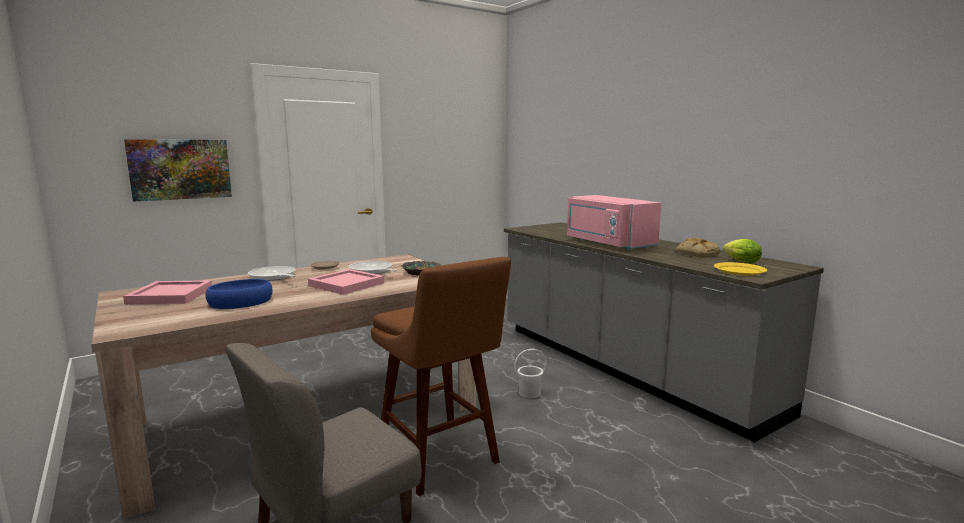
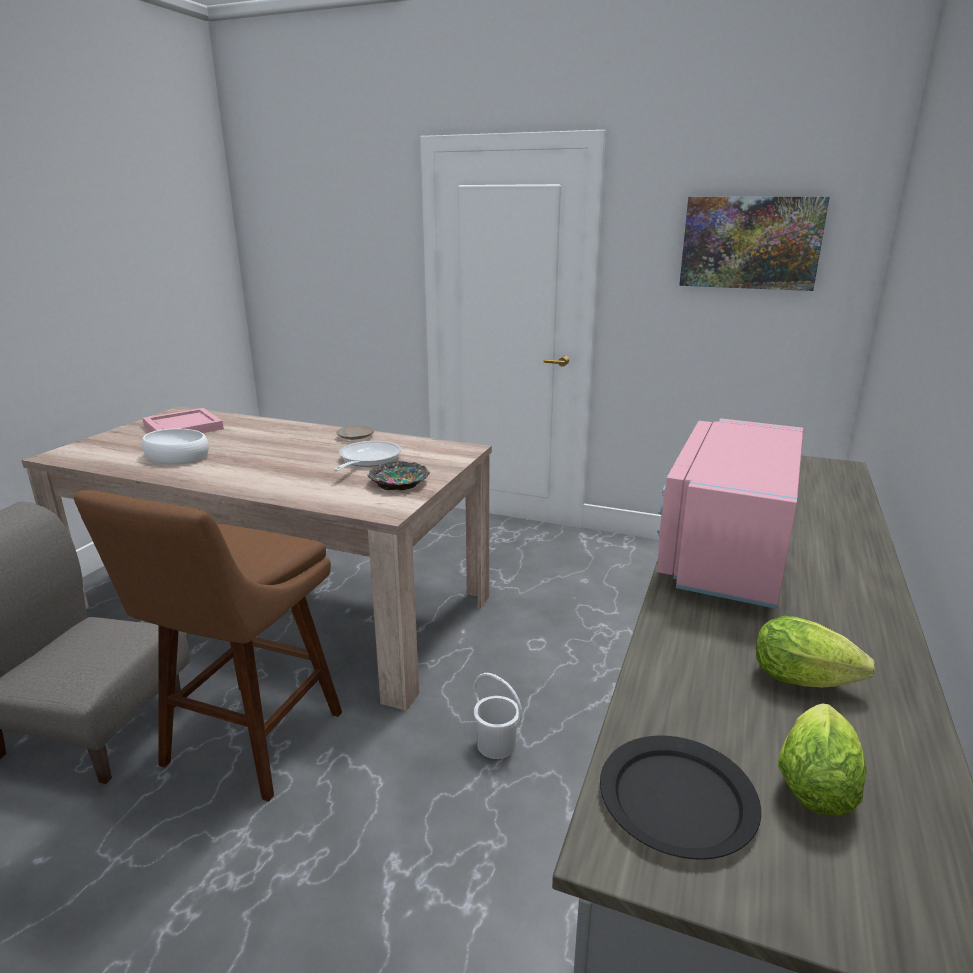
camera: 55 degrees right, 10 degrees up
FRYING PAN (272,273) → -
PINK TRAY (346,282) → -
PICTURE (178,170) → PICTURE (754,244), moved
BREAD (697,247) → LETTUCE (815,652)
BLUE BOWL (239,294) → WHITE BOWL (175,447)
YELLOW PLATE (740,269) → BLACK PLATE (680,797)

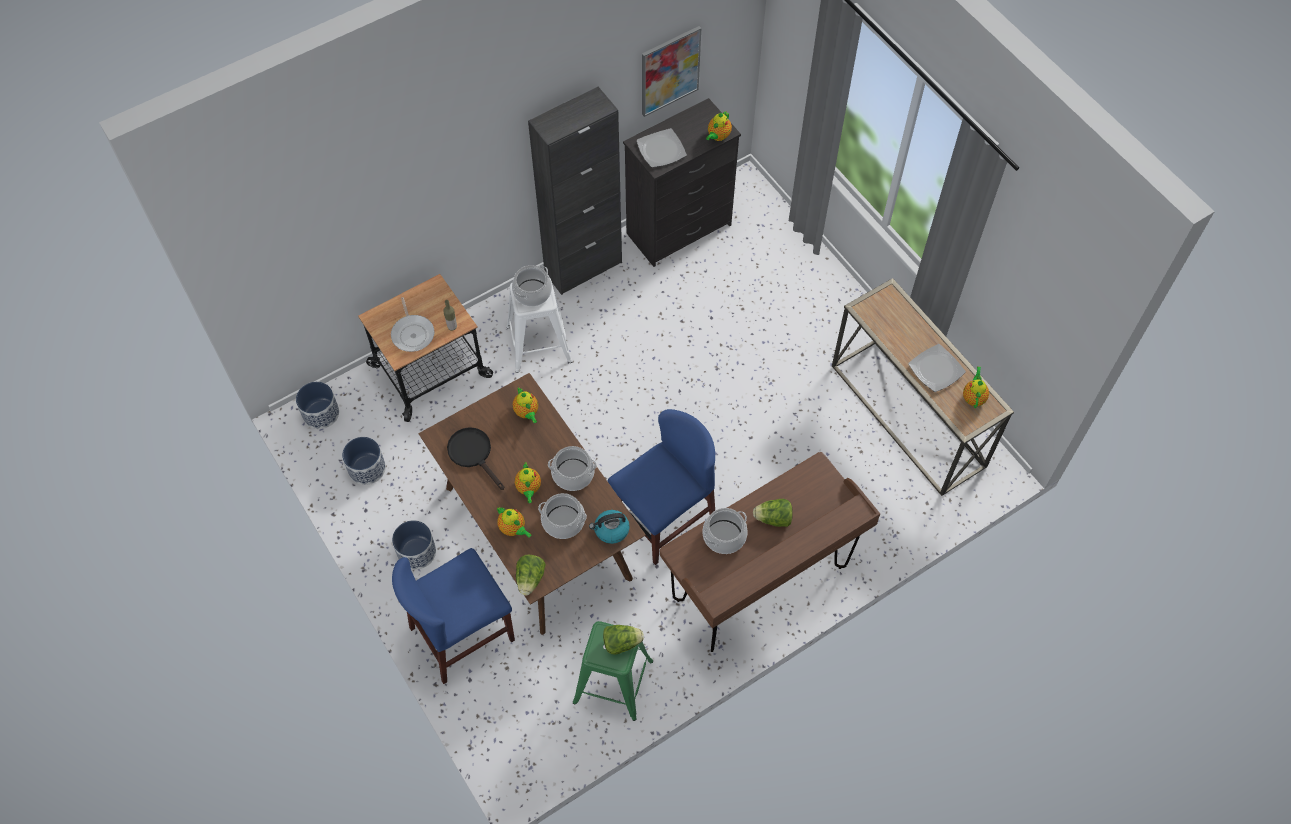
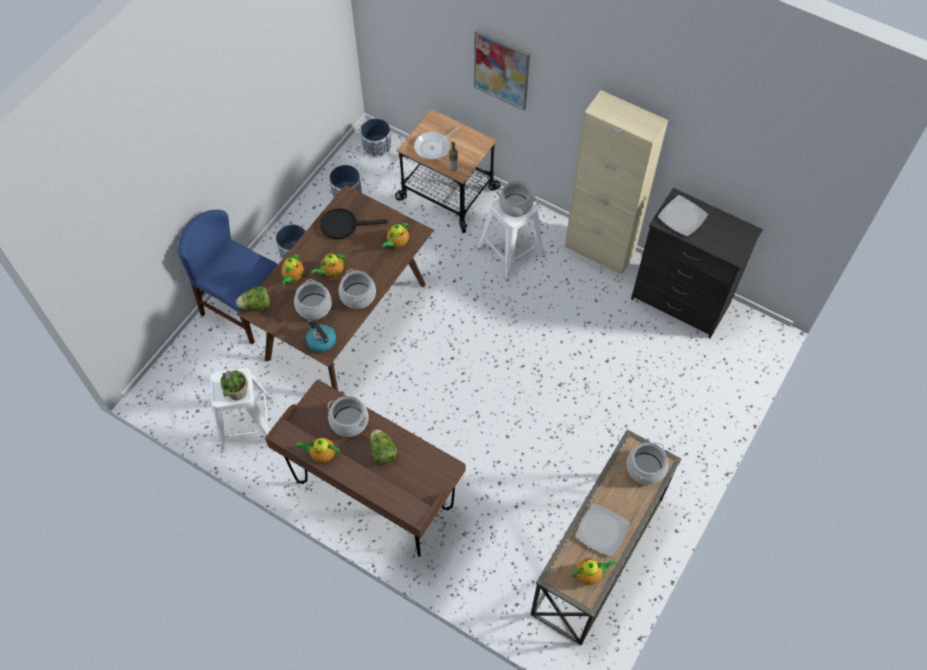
camera: 65 degrees right, 0 degrees up
BLUE CHAIR (661,487) → -
- → COOKING POT (647,463)
PICTURE (671,71) → PICTURE (502,70), moved
TEAPOT (719,126) → TEAPOT (318,450), moved
LETTUCE (623,640) → POTTED PLANT (234,385)
BLACK CABINET (575,191) → BEIGE CABINET (616,182)
GREEN STOOL (613,671) → WHITE STOOL (241,409)
BLACK FRYING PAN (475,458) → BLACK FRYING PAN (354,223), 120 degrees counterclockwise

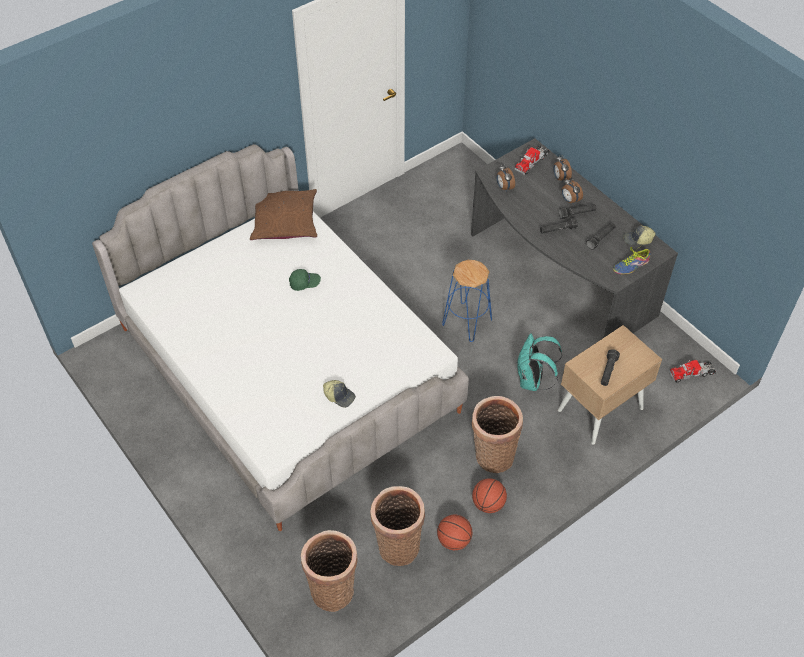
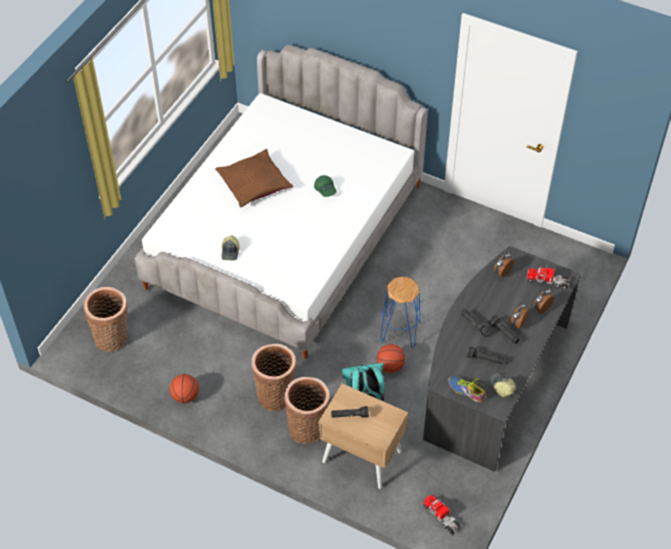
camera: 65 degrees right, 0 degrees up
BROWN PILLOW (283,214) → BROWN PILLOW (254,178), moved
BASKET (397,526) → BASKET (307,410), moved
BASKETBALL (489,495) → BASKETBALL (391,358), moved

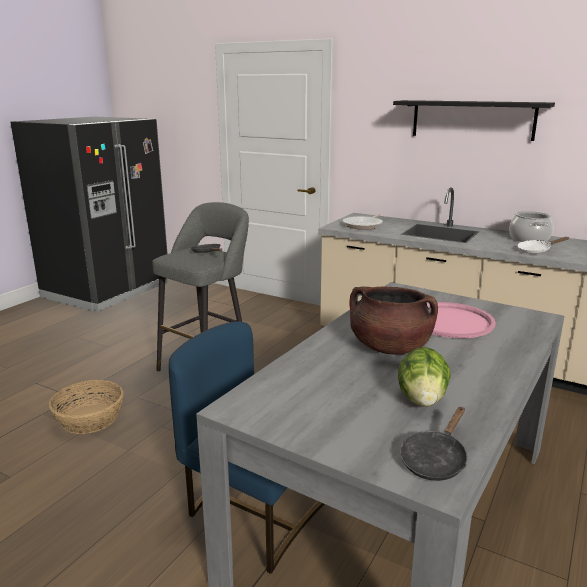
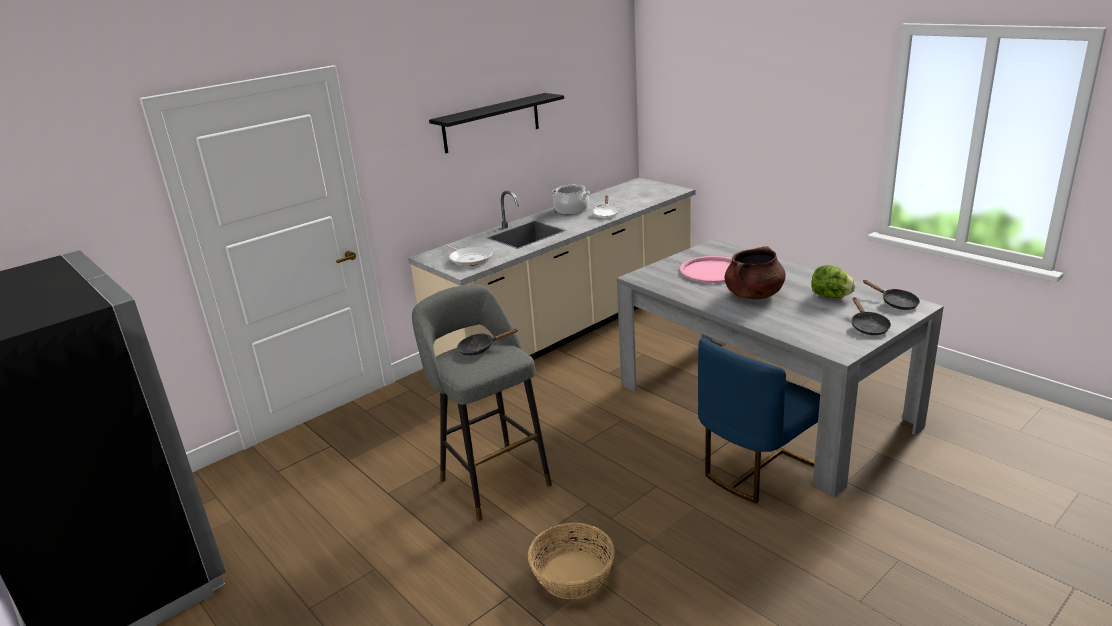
camera: 70 degrees left, 5 degrees up
- → BLACK FRYING PAN (871,316)

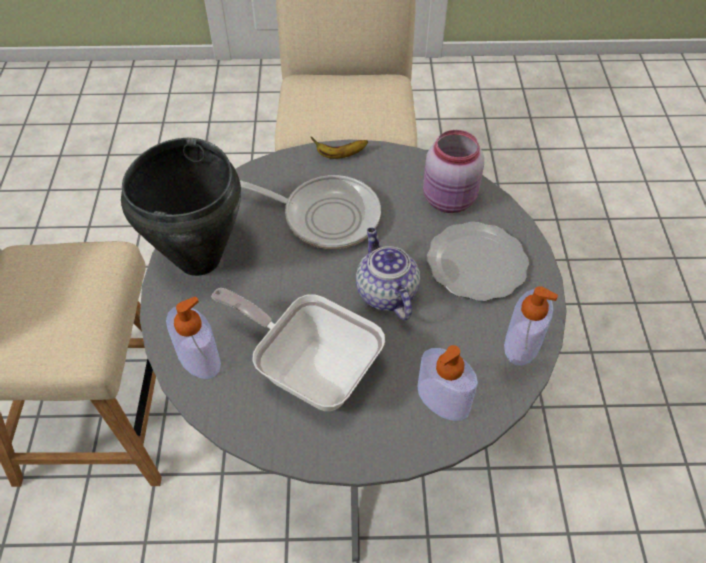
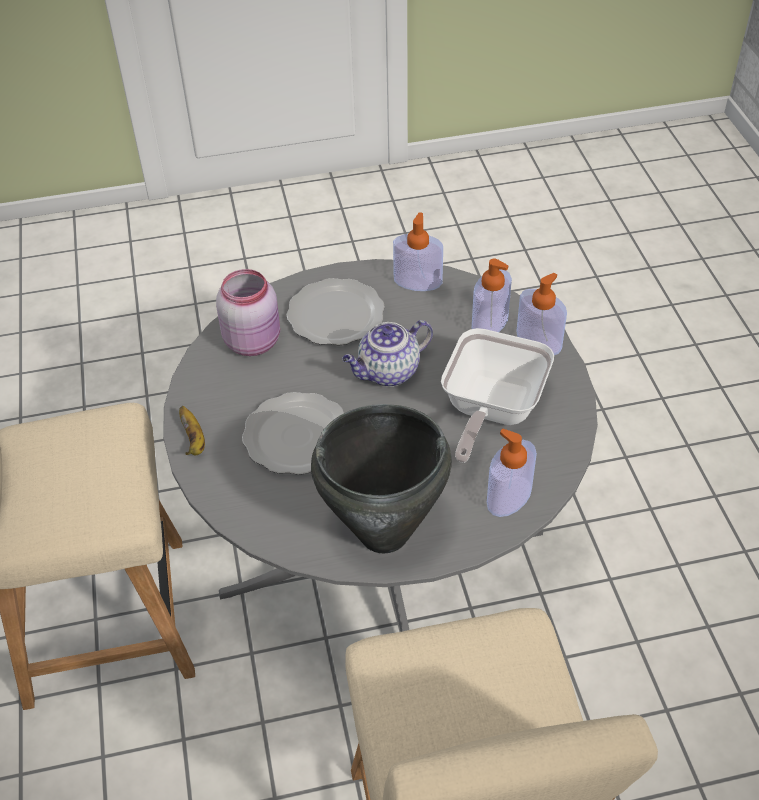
camera: 100 degrees left, 5 degrees down
- → SOAP DISPENSER (542,314)
FRYING PAN (310,212) → PLATE (293,433)

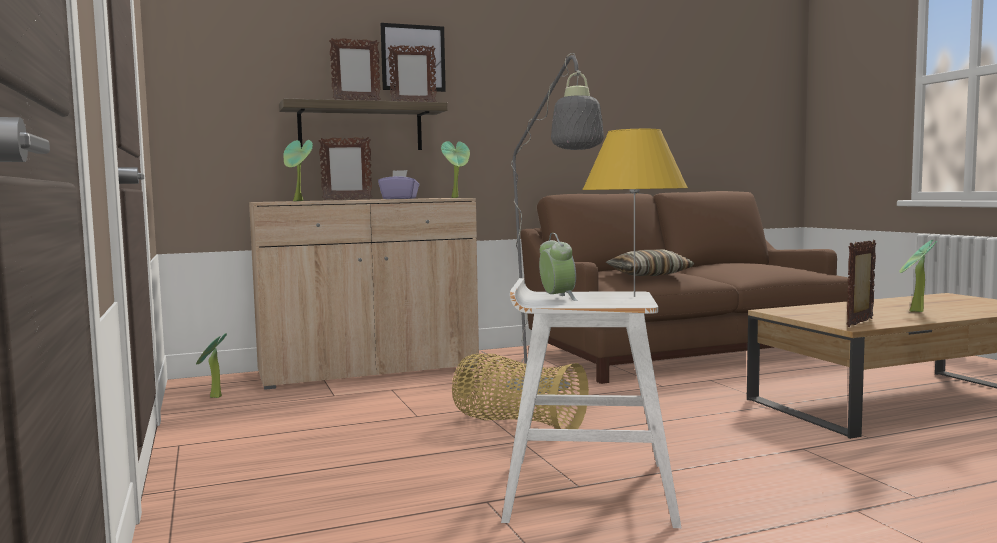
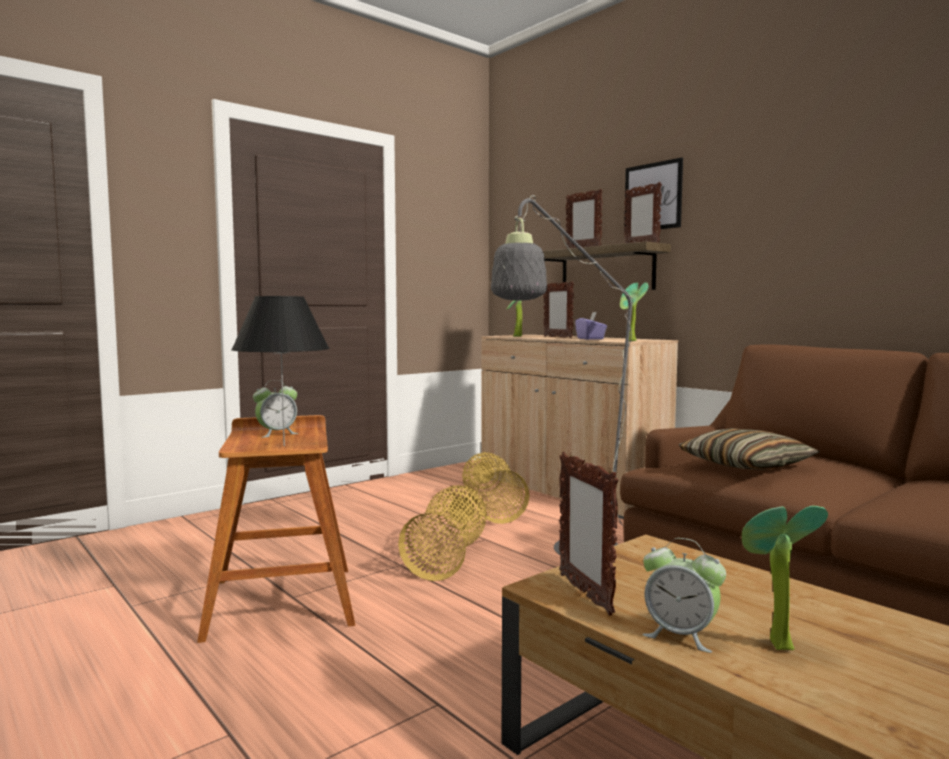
camera: 70 degrees right, 0 degrees up
POTTED PLANT (211,365) → -
- → BASKET (496,488)
- → ALARM CLOCK (684,595)
WHITE STOOL (591,403) → BROWN STOOL (276,529)
YELLOW TABLE LAMP (635,213) → BLACK TABLE LAMP (280,371)
PICTURE FRAME (861,283) → PICTURE FRAME (588,534), 135 degrees counterclockwise

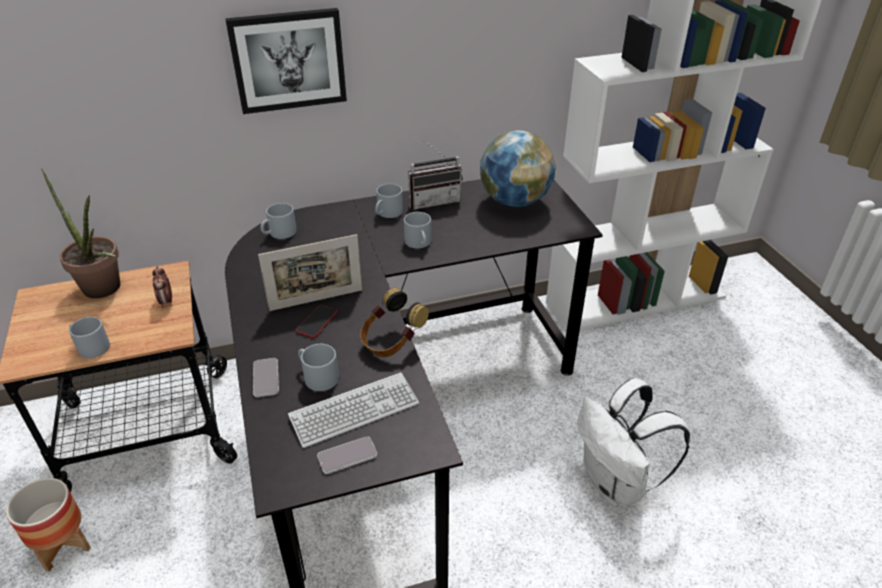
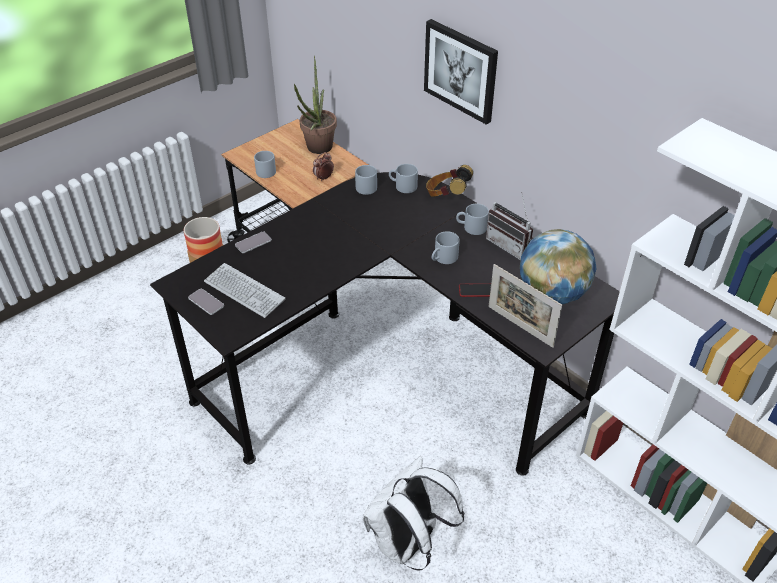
camera: 65 degrees right, 5 degrees up
PICTURE FRAME (310,272) → PICTURE FRAME (525,306), moved
PHONE (317,321) → PHONE (475,290), moved
GREY MUG (318,367) → GREY MUG (366,180), moved
HEADPHONES (394,322) → HEADPHONES (449,181), moved

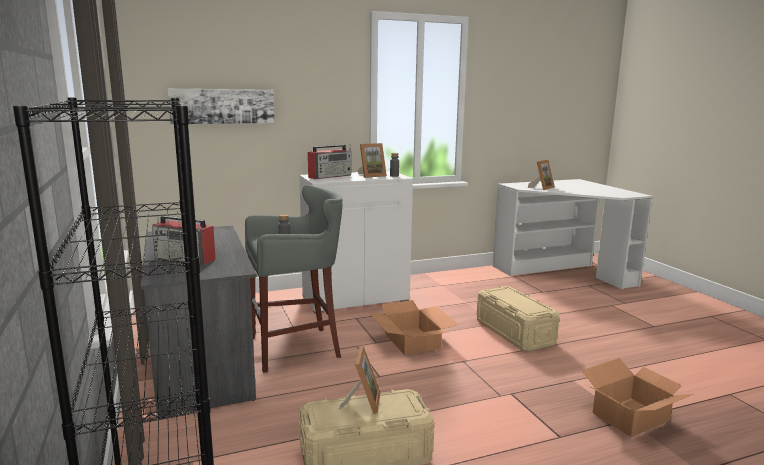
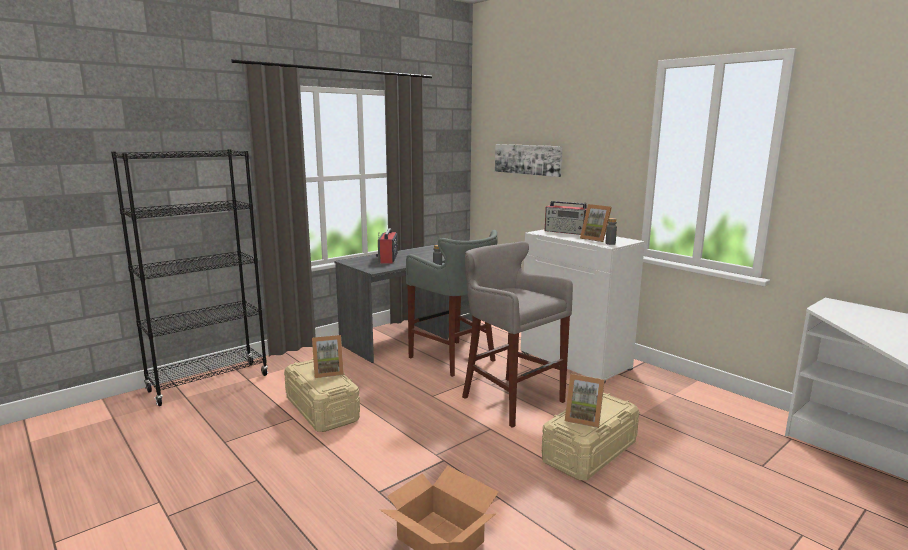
camera: 70 degrees right, 0 degrees up
PICTURE FRAME (541,175) → PICTURE FRAME (585,401), moved
CARDBOARD BOX (414,327) → GREY STOOL (517,334)

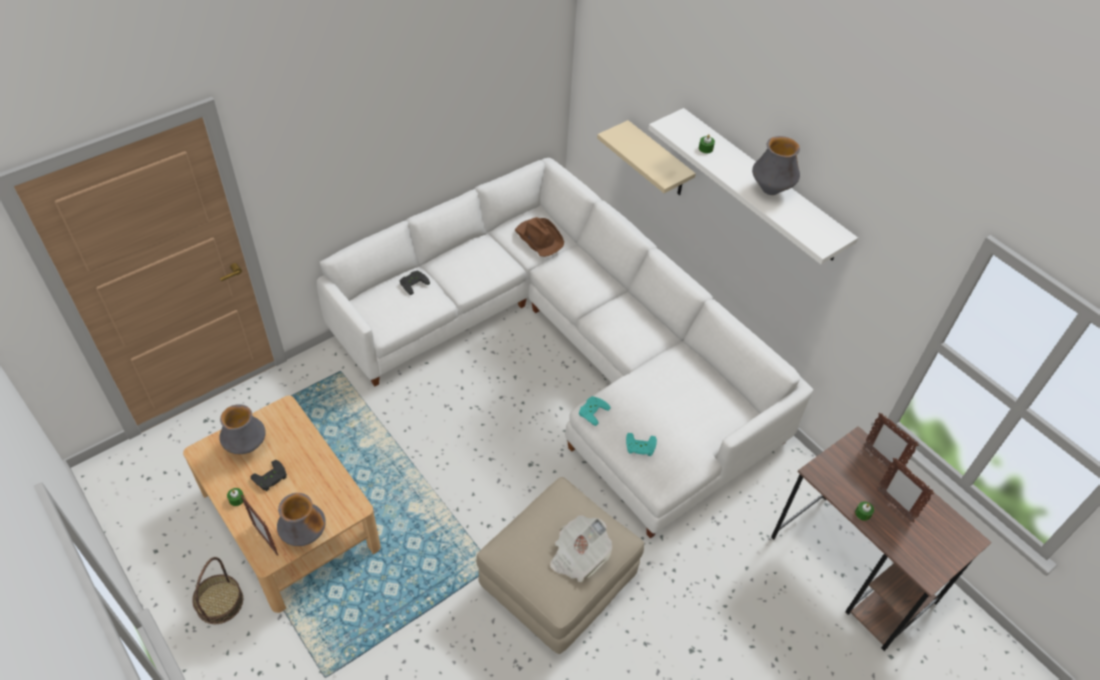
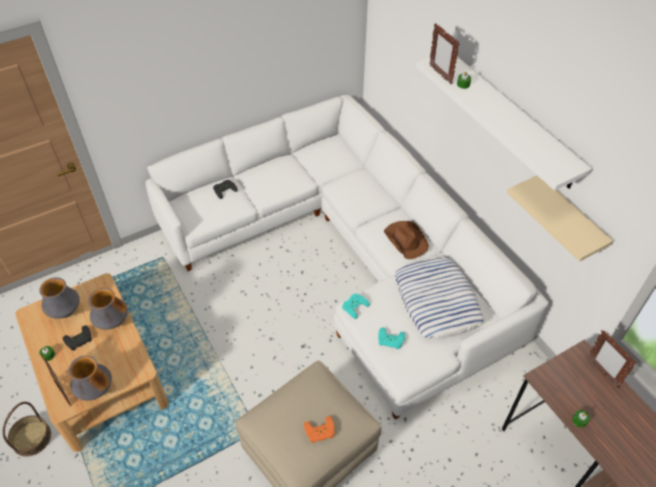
camera: 10 degrees right, 0 degrees up
- → PILLOW (439,298)
BROWN HAT (539,237) → BROWN HAT (406,240), moved
BEIGE SHELF (646,157) → BEIGE SHELF (560,218), moved
VASE (776,165) → VASE (108,309), moved
PICTURE FRAME (905,490) → PICTURE FRAME (444,53), moved
NEWSPAPER (581,548) → ORANGE GAME CONTROLLER (319,429)

